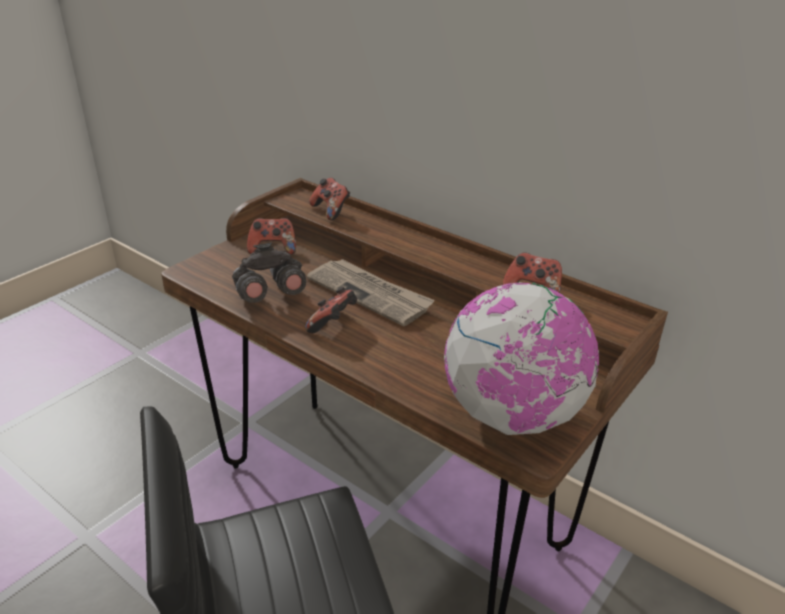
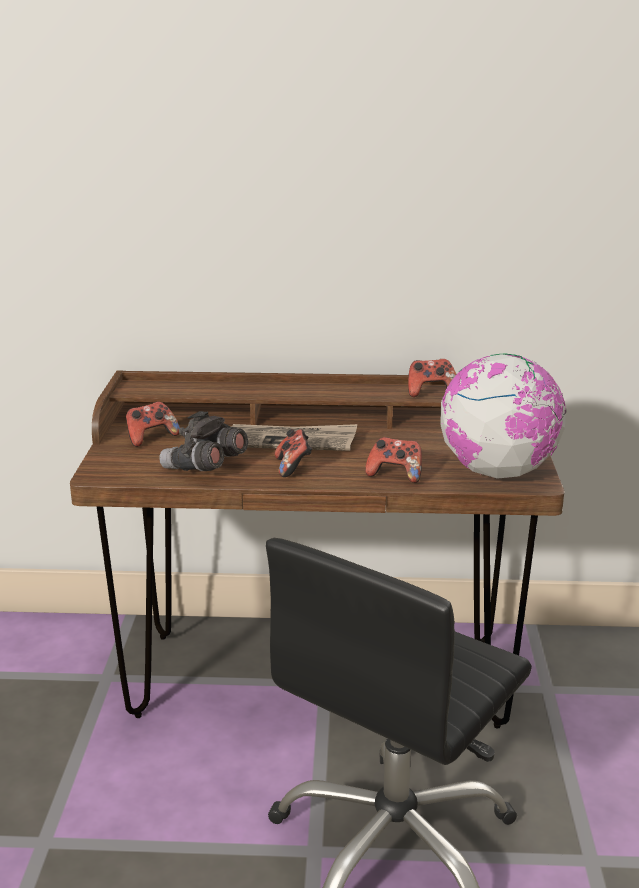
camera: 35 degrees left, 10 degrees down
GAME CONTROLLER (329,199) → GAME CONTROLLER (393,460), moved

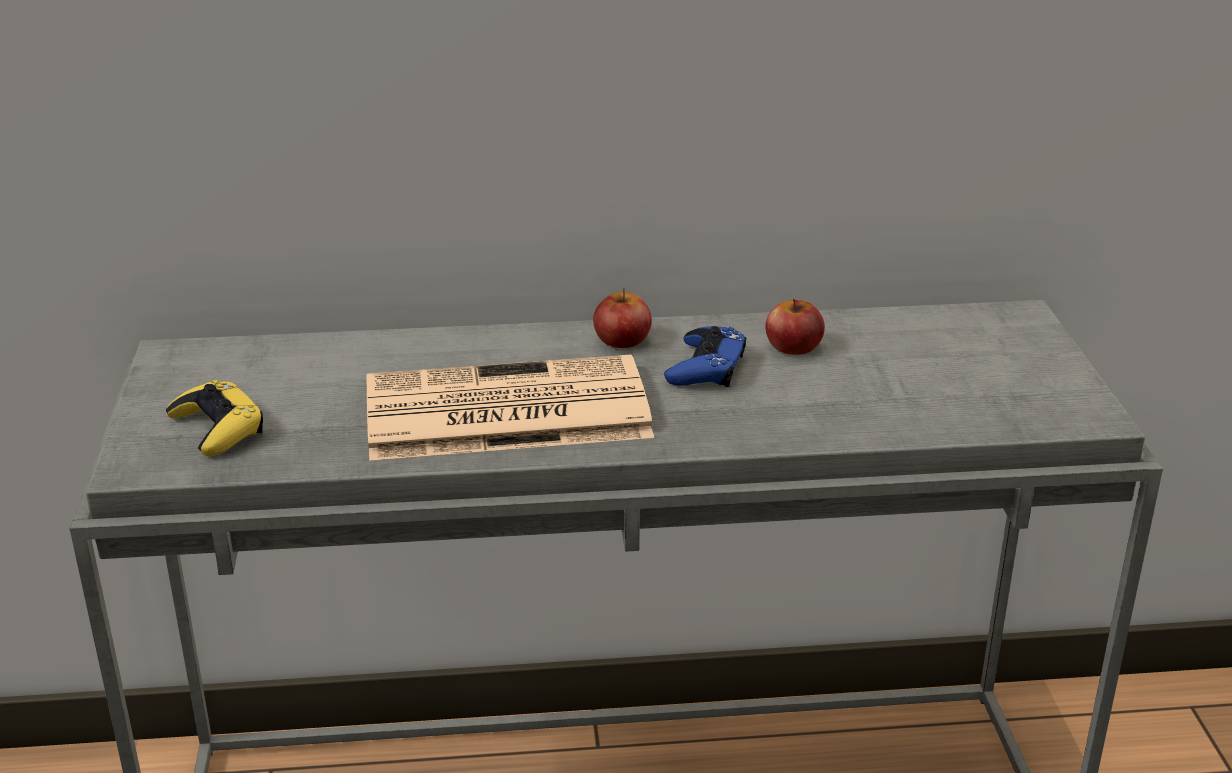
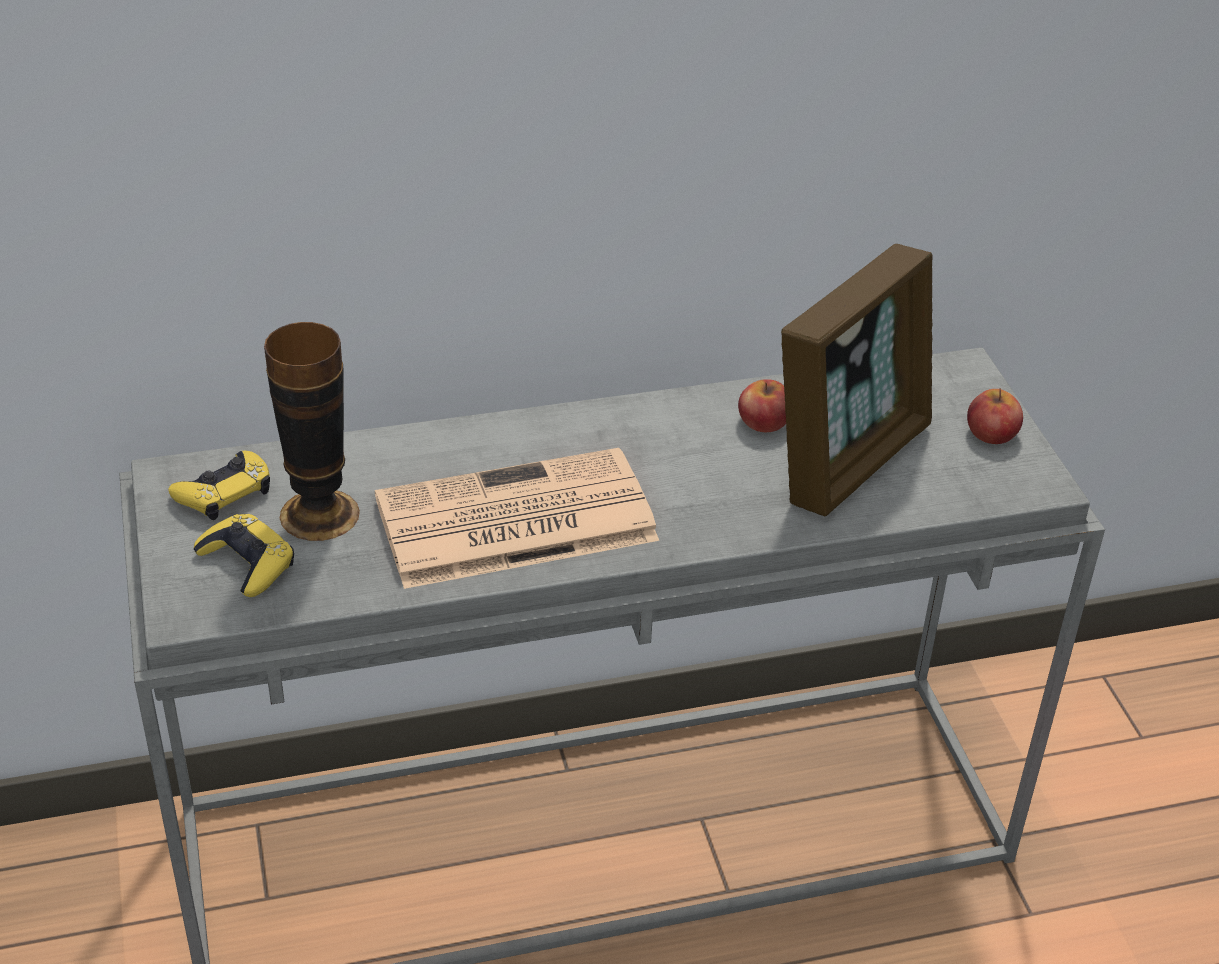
camera: 10 degrees left, 10 degrees up
BLUE GAME CONTROLLER (705,356) → -
- → YELLOW GAME CONTROLLER (219,485)
- → VASE (312,431)
- → PICTURE FRAME (857,380)
APPLE (622,318) → APPLE (995,416), moved

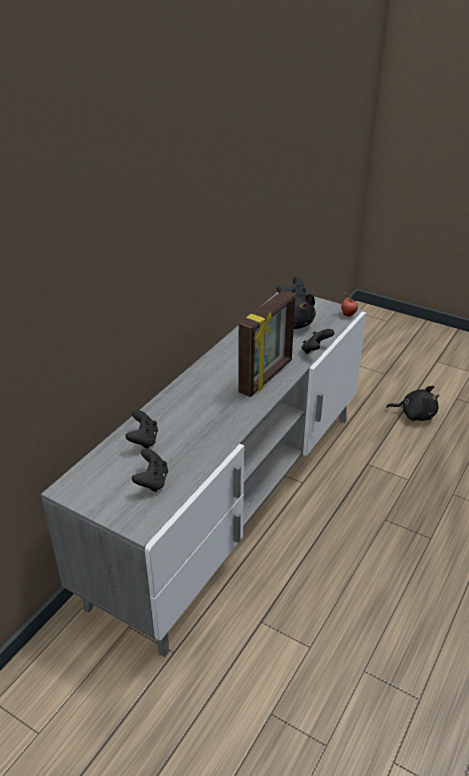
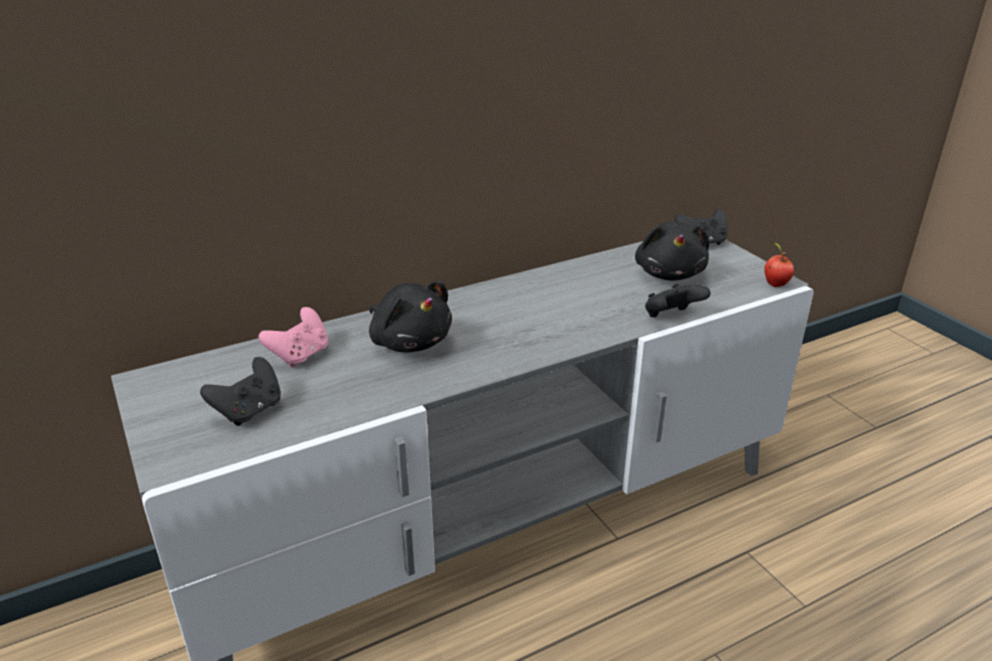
camera: 30 degrees right, 5 degrees down
PICTURE FRAME (267,343) → -
BLACK PLUSH TOY (413,403) → BLACK PLUSH TOY (410,317), moved
BLACK GAME CONTROLLER (141,429) → PINK GAME CONTROLLER (293,337)

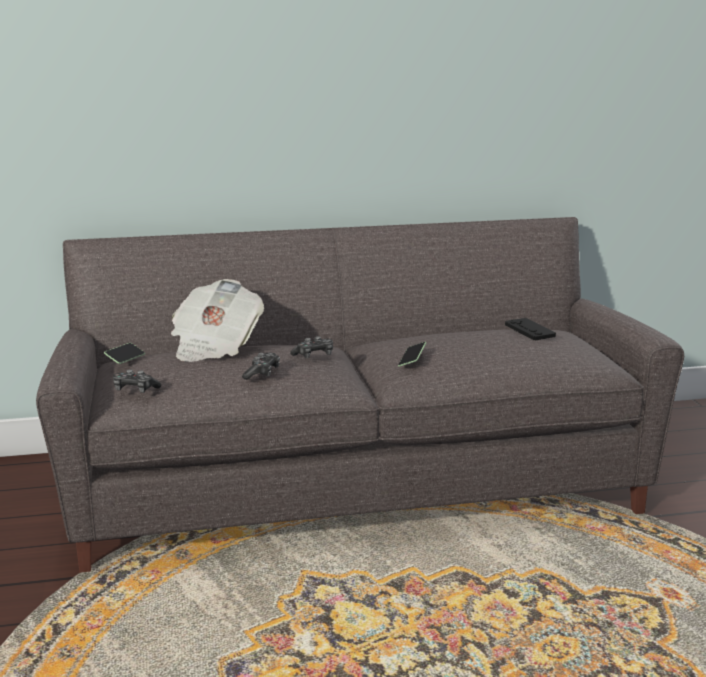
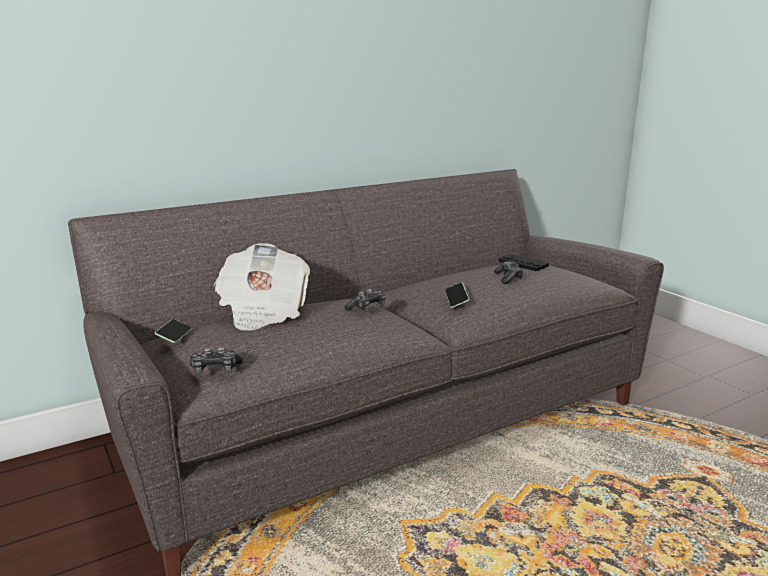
camera: 20 degrees left, 0 degrees up
GAME CONTROLLER (261,366) → GAME CONTROLLER (509,272), moved

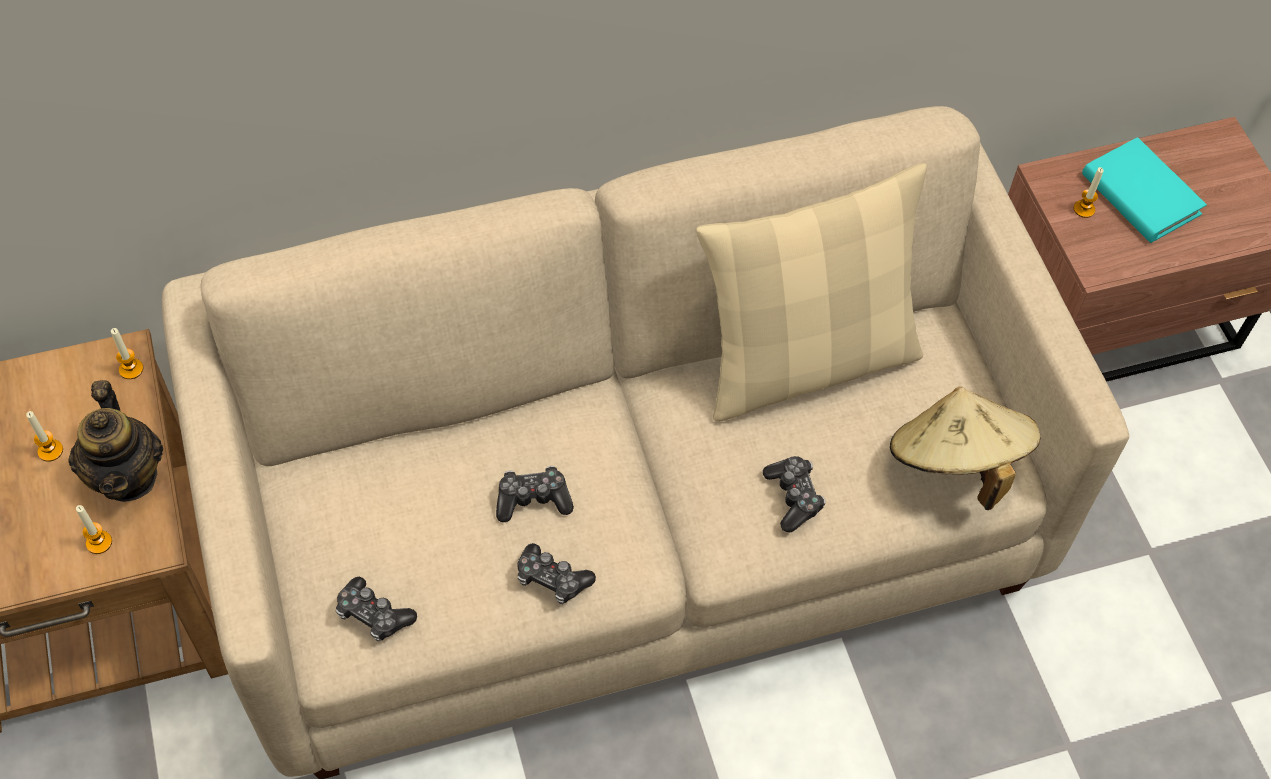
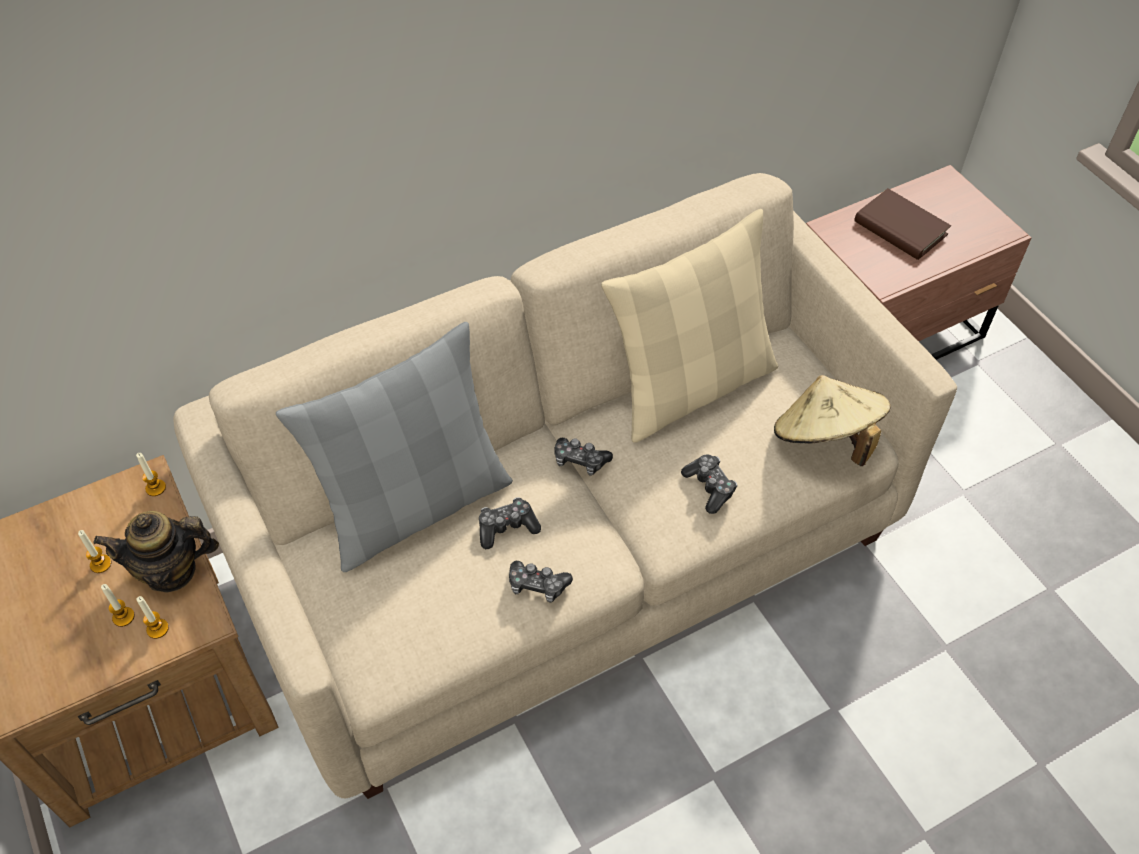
camera: 10 degrees left, 5 degrees down
- → GREY PILLOW (394,447)
GAME CONTROLLER (376,609) → GAME CONTROLLER (583,456), moved
CANDLE (1088,192) → CANDLE (118,605), moved
TURQUOISE BOOK (1144,190) → BROWN BOOK (902,224)
TEAPOT (115,441) → TEAPOT (156,552), 105 degrees clockwise

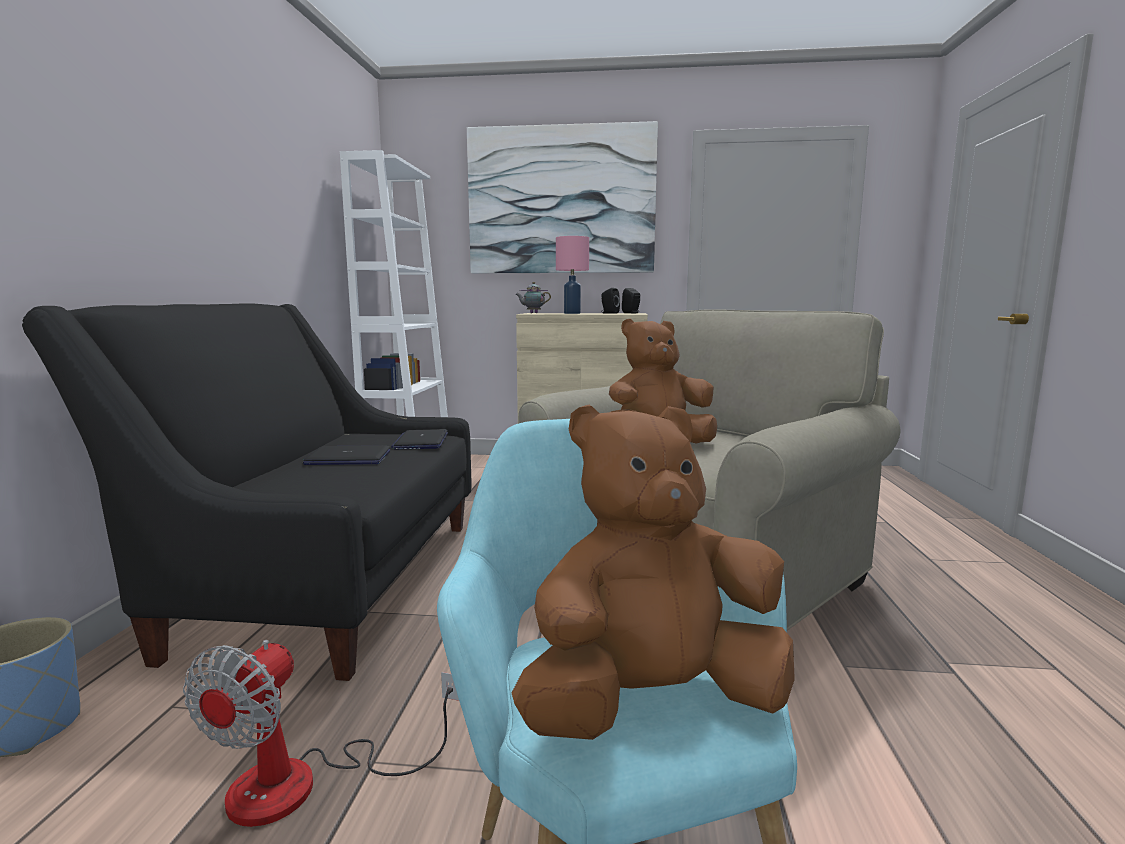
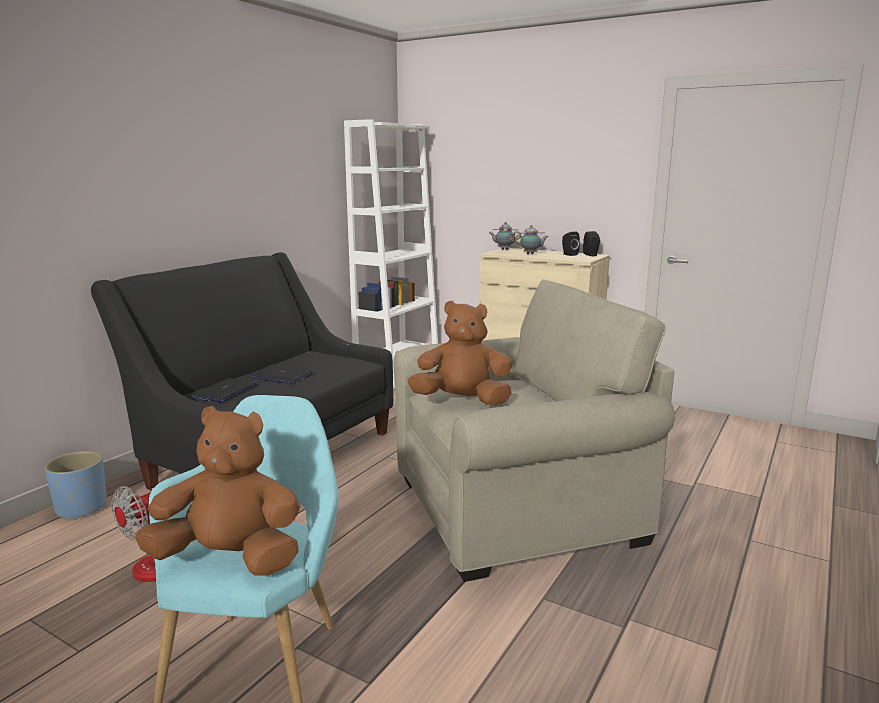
camera: 25 degrees right, 5 degrees up
PICTURE (562,197) → -
LAPTOP (419,439) → LAPTOP (224,390), moved
PINK TABLE LAMP (572,275) → TEAPOT (531,239)

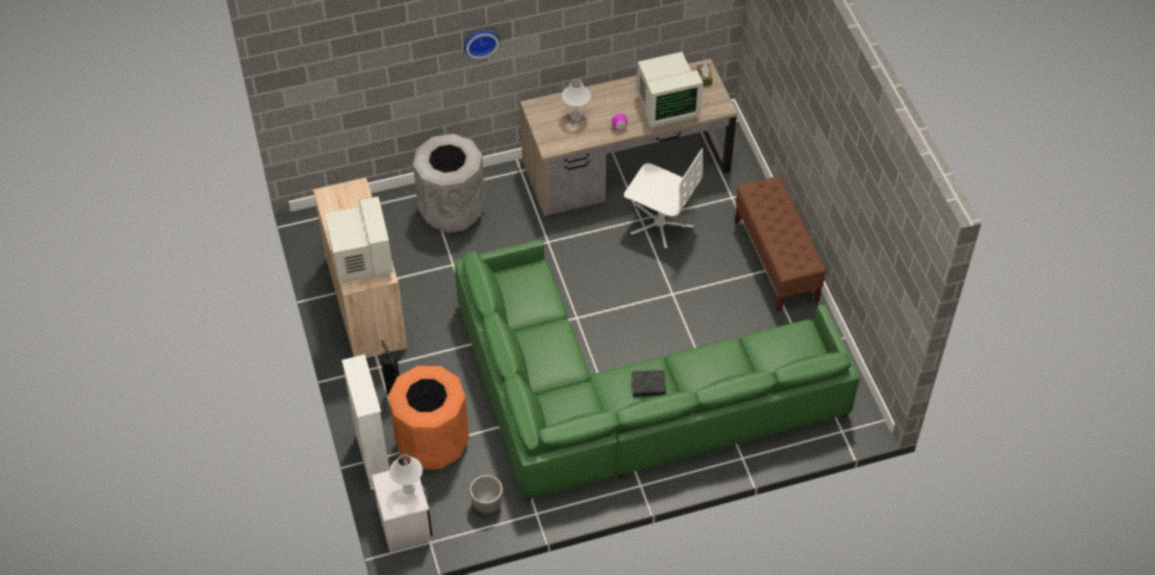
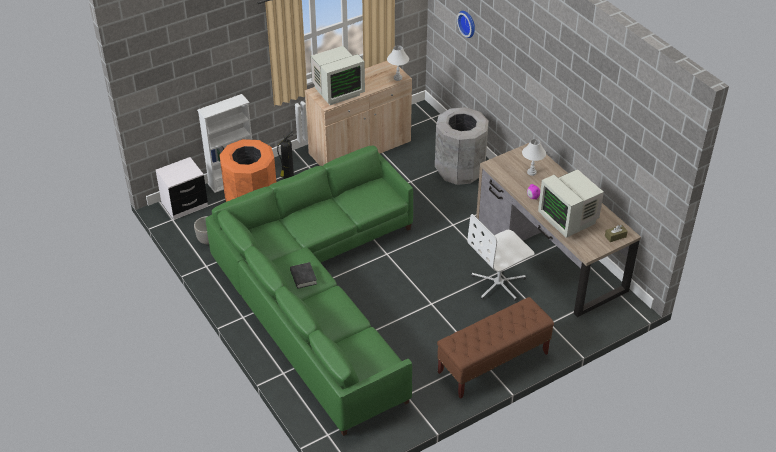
camera: 75 degrees right, 10 degrees down
WHITE TABLE LAMP (406,474) → WHITE TABLE LAMP (398,63), moved
WALL CLOCK (482,44) → WALL CLOCK (466,24), moved
WHITE OFFICE CHAIR (663,200) → WHITE OFFICE CHAIR (501,257), 45 degrees clockwise

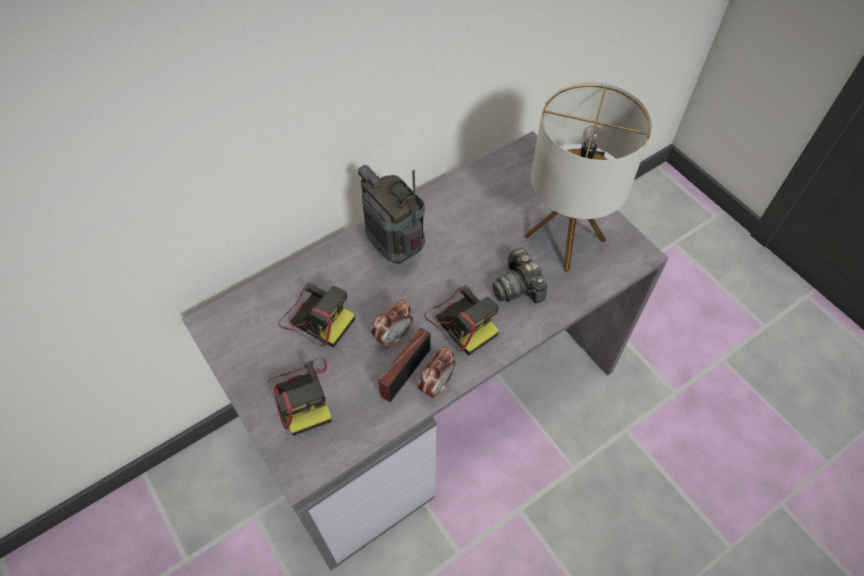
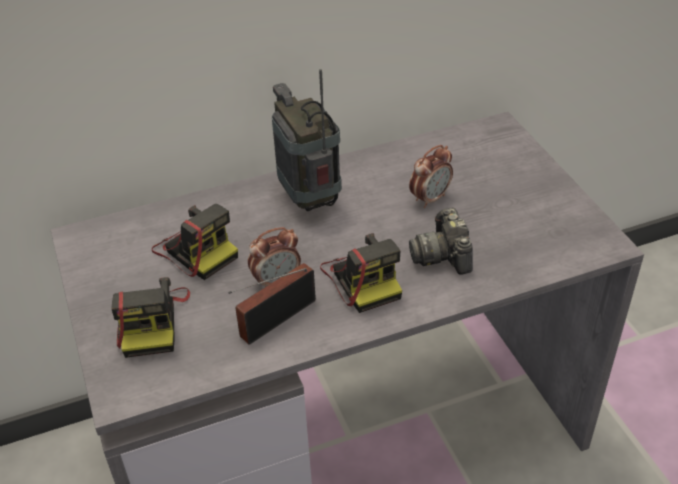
camera: 15 degrees right, 15 degrees down
TABLE LAMP (588,177) → -
ALARM CLOCK (436,373) → ALARM CLOCK (431,176), moved

